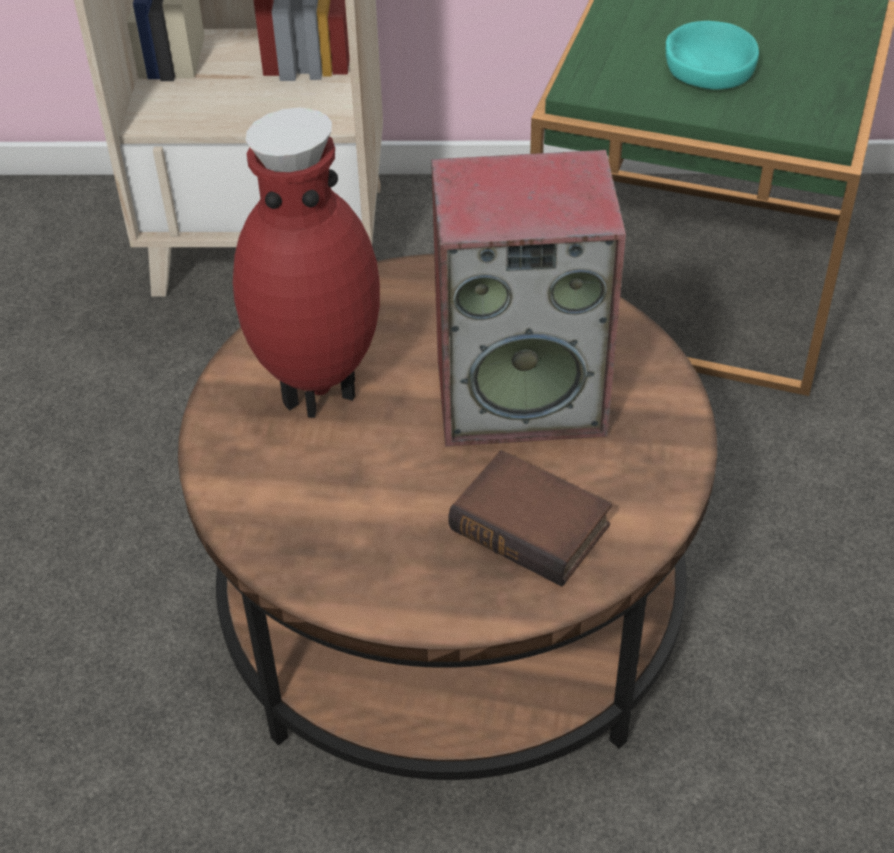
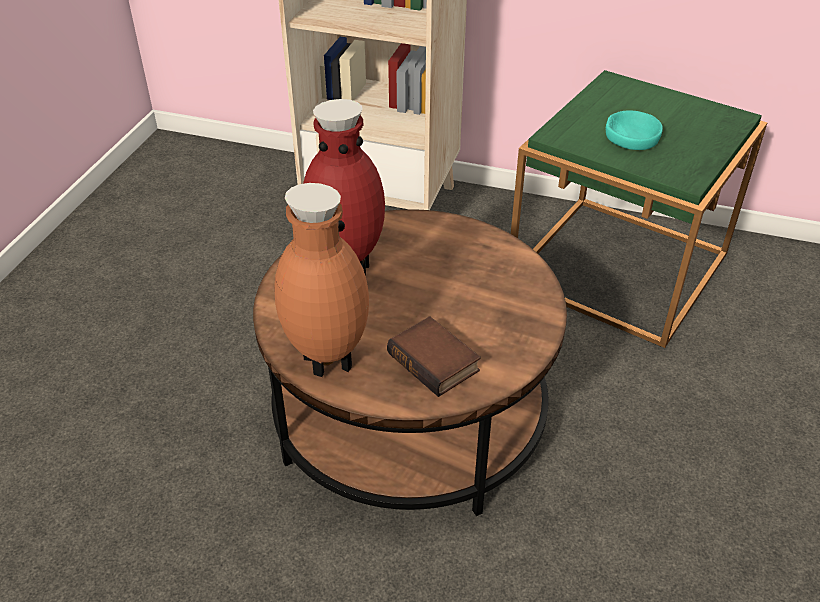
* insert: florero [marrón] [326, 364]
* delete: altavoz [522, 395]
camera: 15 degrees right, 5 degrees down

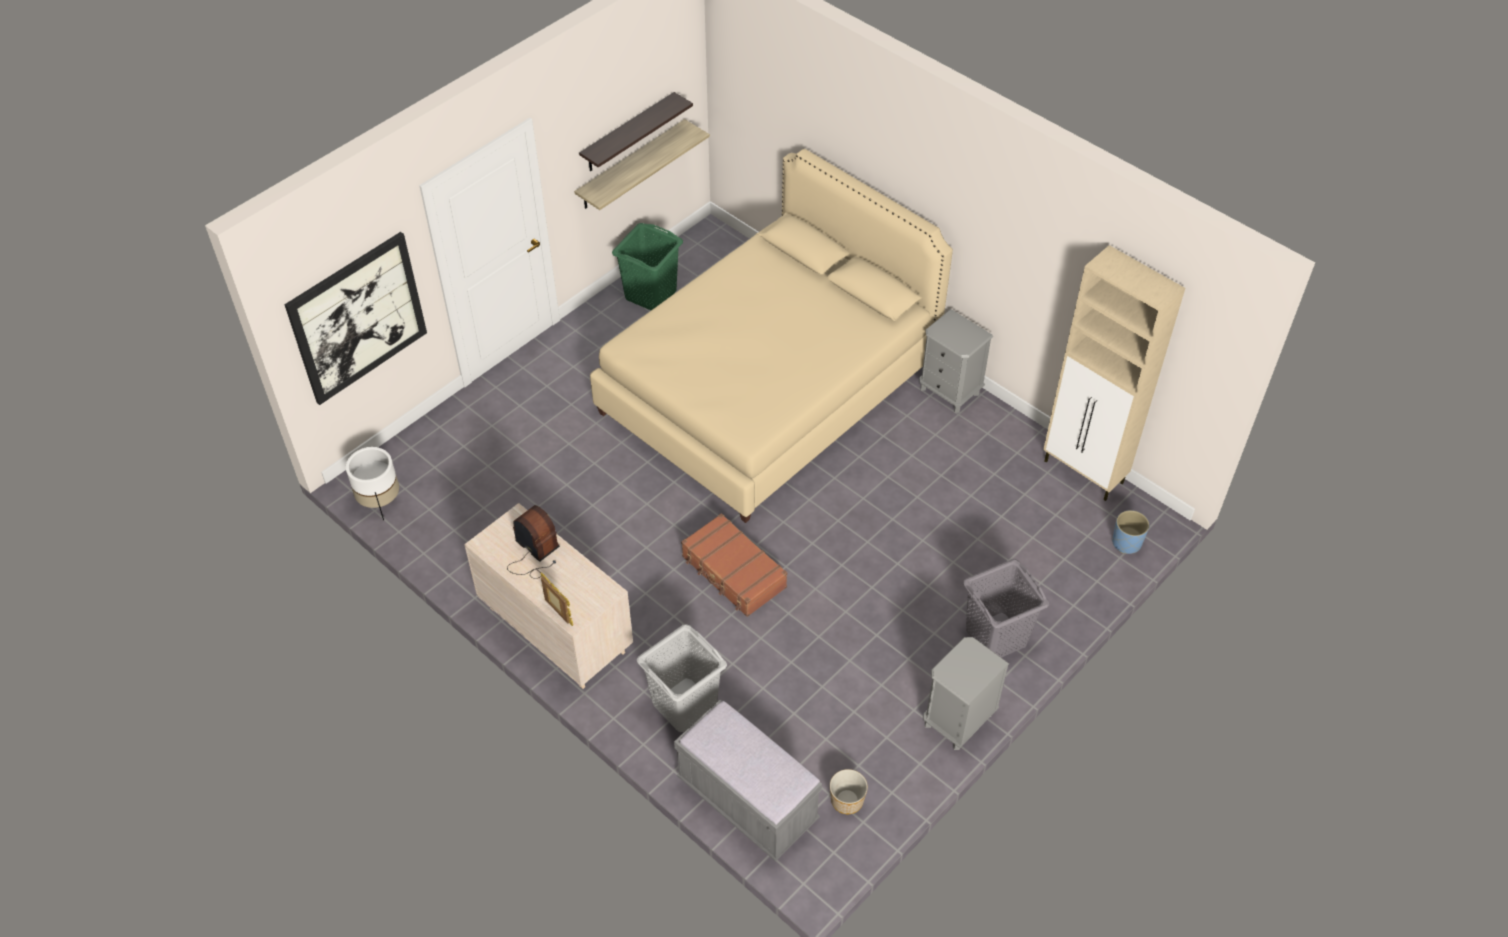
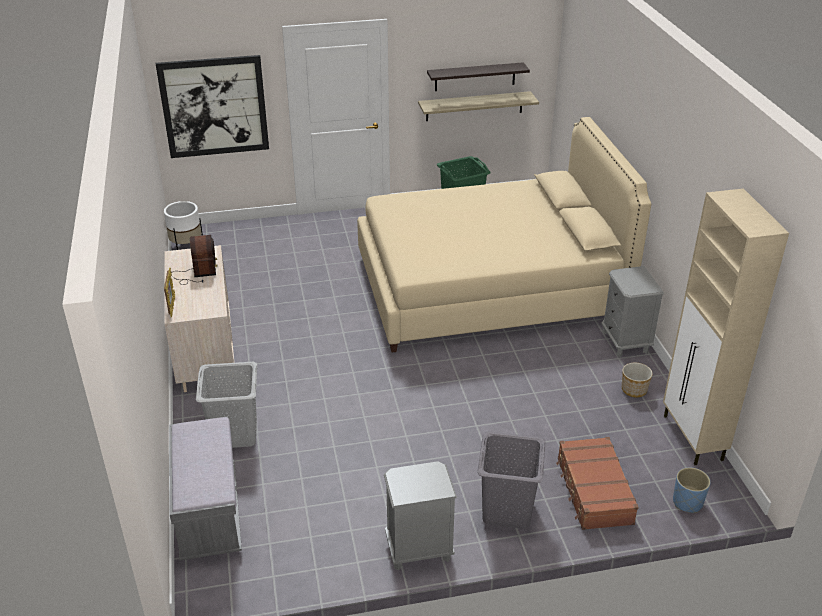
* move: maleta [marrón] [733, 572] to [593, 491]
* move: maceta [846, 801] to [633, 390]
camera: 35 degrees right, 15 degrees down

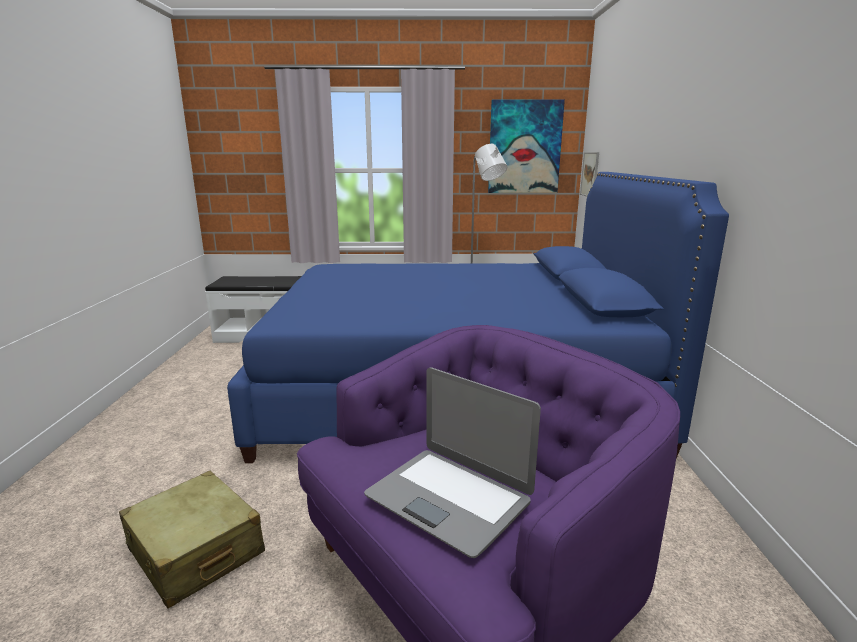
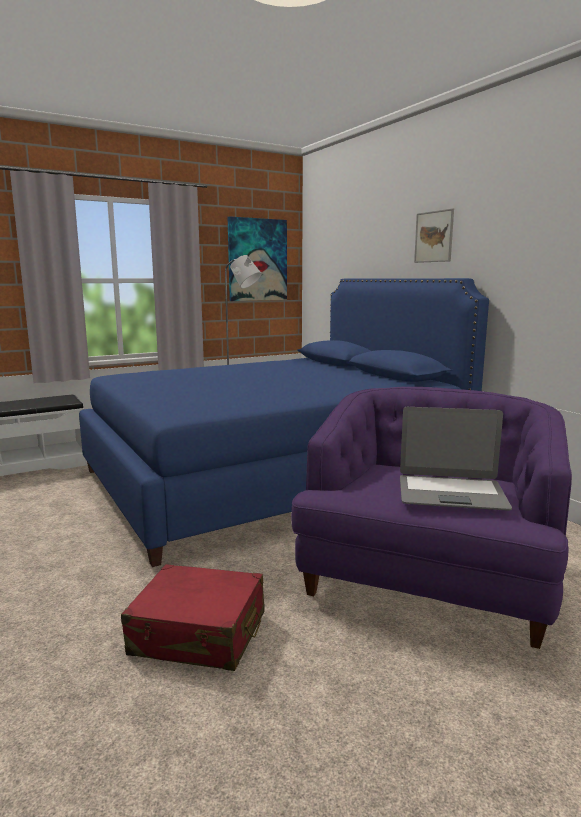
* recolor: maleta [beis] [195, 551] to maleta [rojo] [199, 634]
* move: cuadro [590, 174] to [434, 236]
camera: 30 degrees left, 5 degrees down

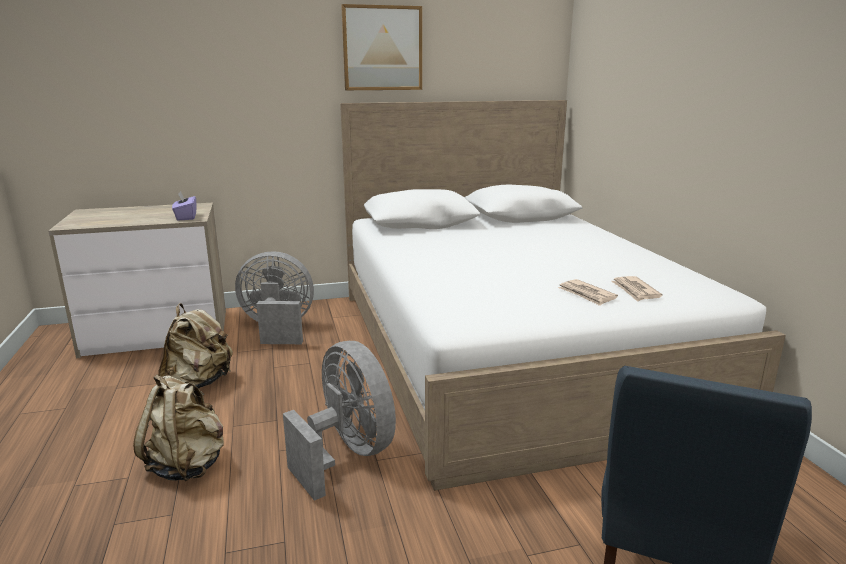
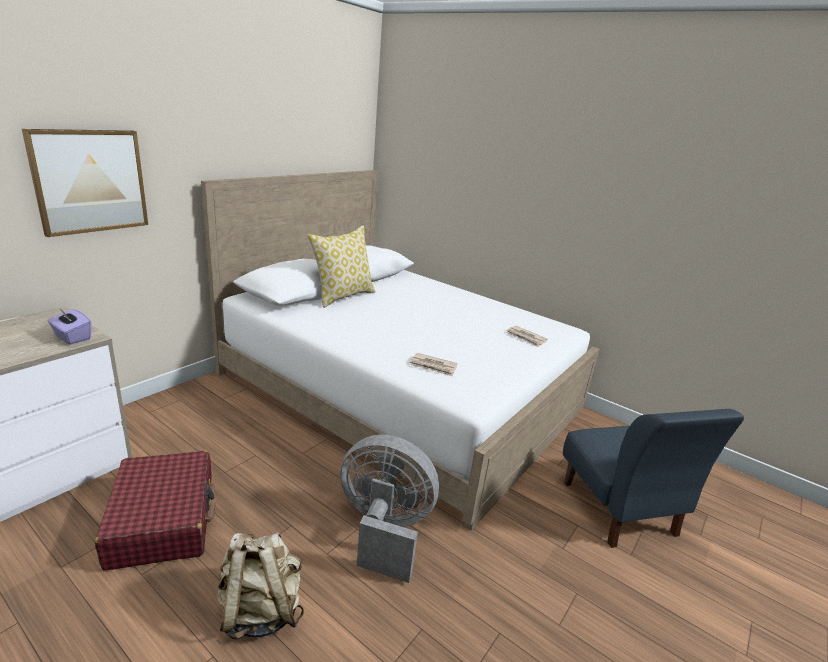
* move: cuadro [382, 48] to [90, 181]
* replace: mochila [beis] [199, 383] to maleta [rojo] [163, 519]
* insert: cojín [343, 296]
* move: periódico [586, 294] to [433, 366]
* delete: ventilador [gris] [278, 329]
camera: 40 degrees left, 5 degrees up

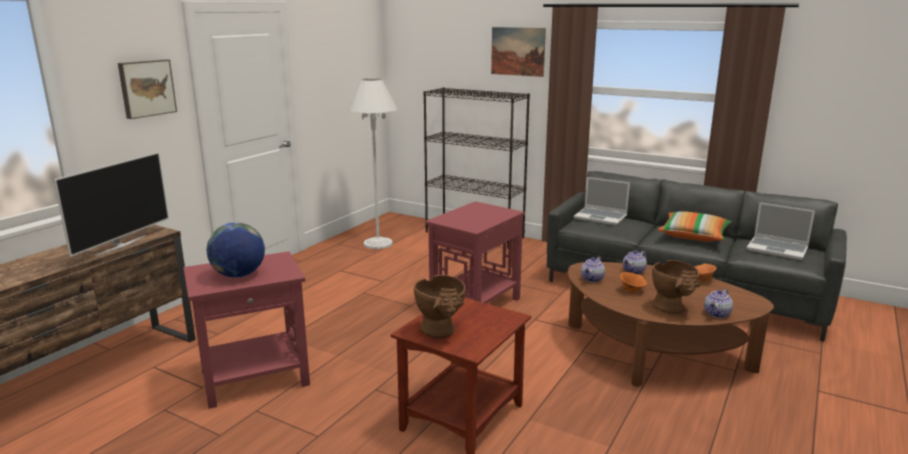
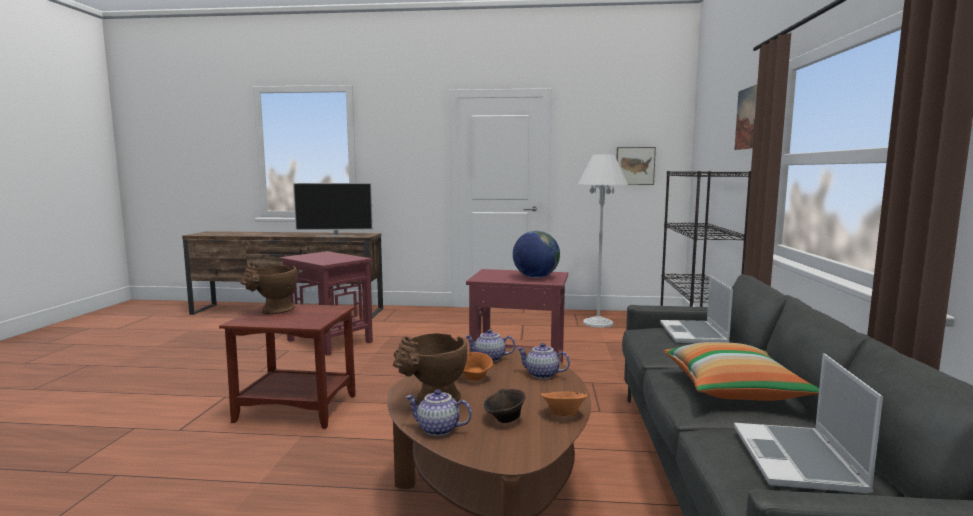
* insert: cuenco [marrón] [505, 419]
* move: globo terráqueo [238, 275] to [535, 277]
* move: cuadro [146, 88] to [635, 166]
camera: 65 degrees right, 10 degrees down

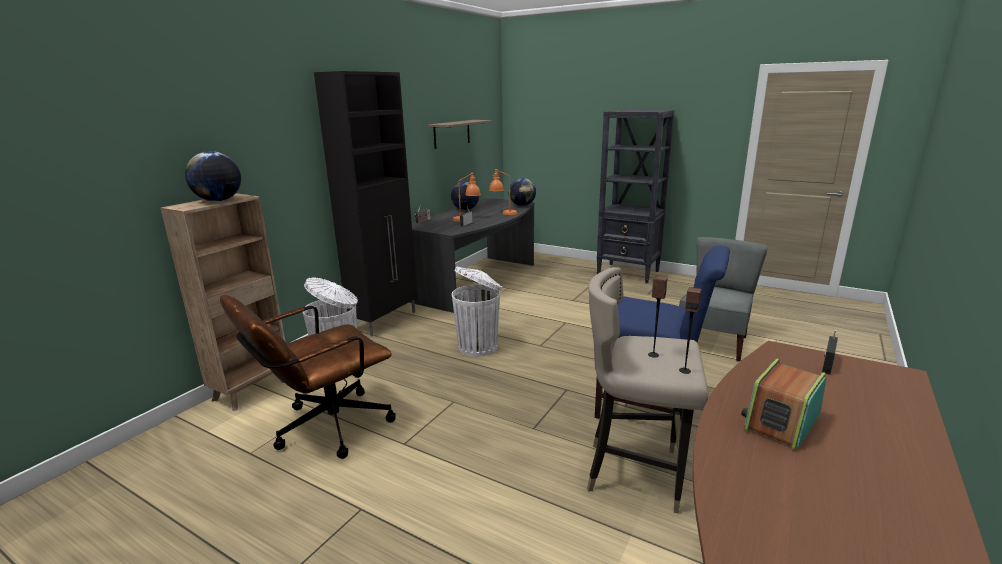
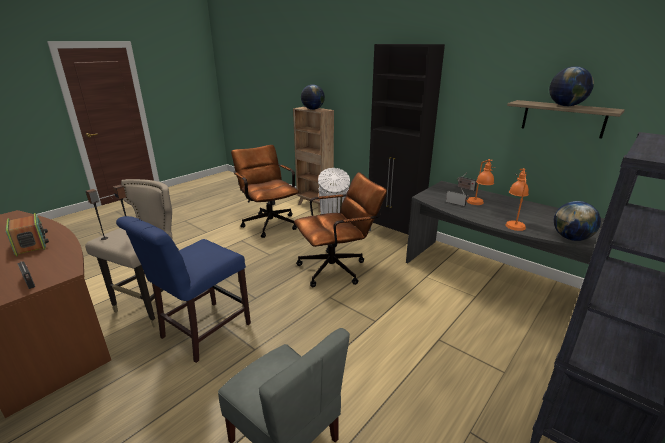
* replace: papelera [blanco] [479, 347] to silla de oficina [marrón] [338, 268]
* move: globo terráqueo [465, 209] to [565, 106]
camera: 100 degrees right, 5 degrees up

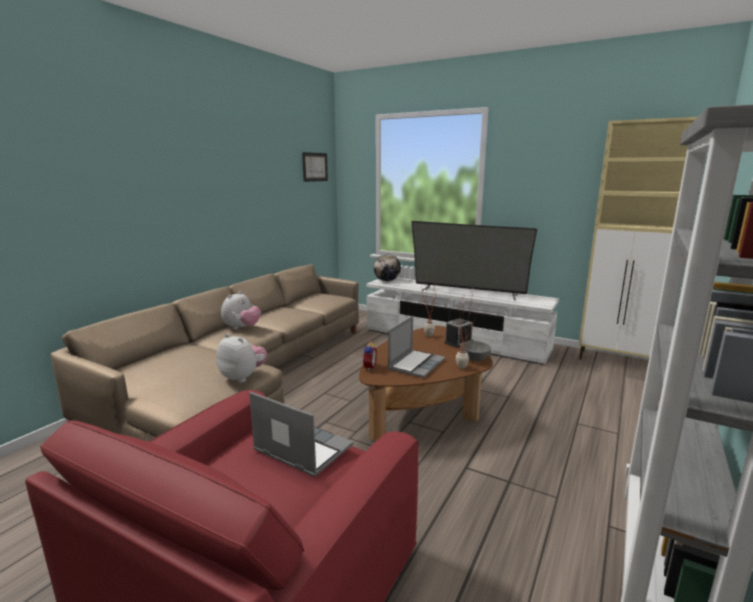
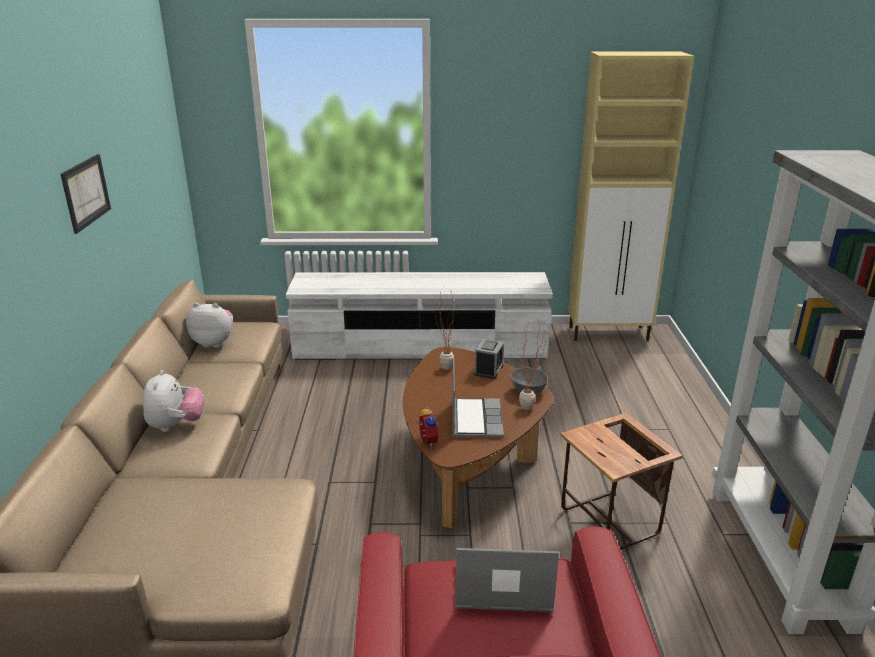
* move: cuadro [315, 167] to [85, 192]
* move: peluche [243, 377] to [214, 342]
* insert: mesa auxiliar [610, 523]
* delete: globo terráqueo [387, 281]
* delete: televisor [468, 292]
camera: 30 degrees left, 10 degrees up

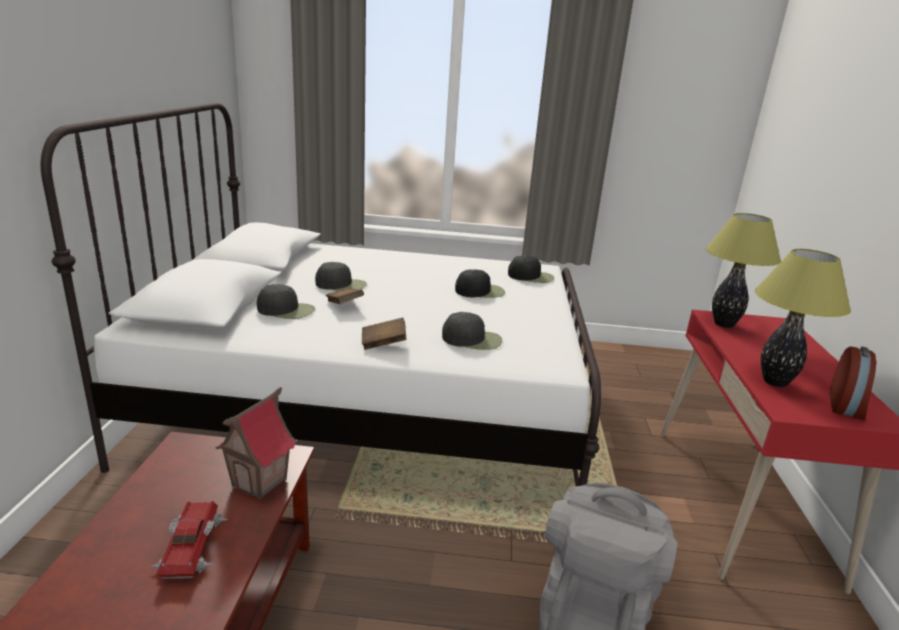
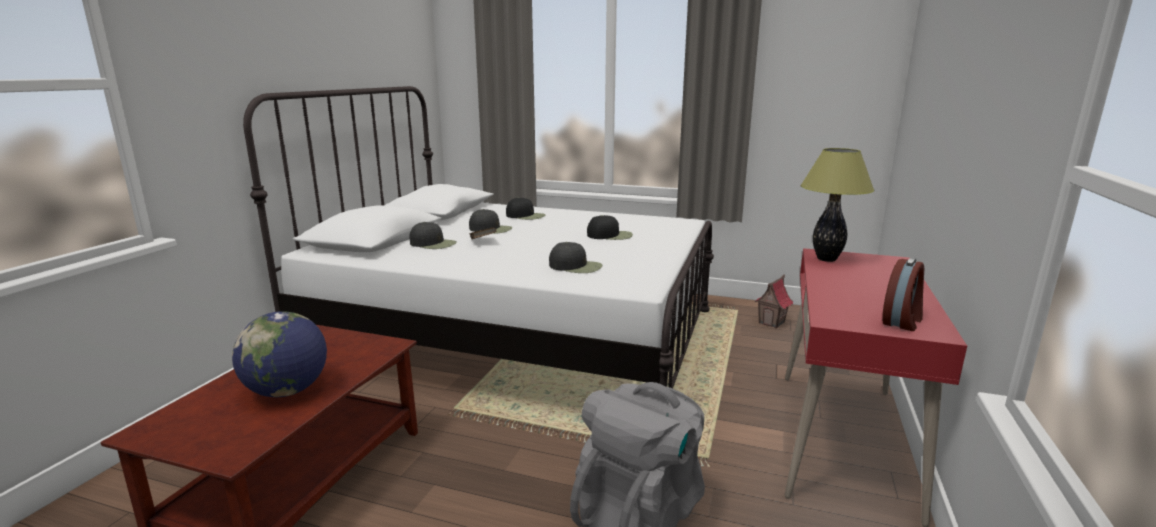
* replace: coche de juguete [190, 546] to globo terráqueo [287, 391]
* move: gorra [negro] [531, 276] to [526, 216]
* move: casita [260, 482] to [772, 322]
* delete: libro [marrón] [383, 344]
* delete: lámpara de mesa [775, 382]
camera: 15 degrees right, 5 degrees down

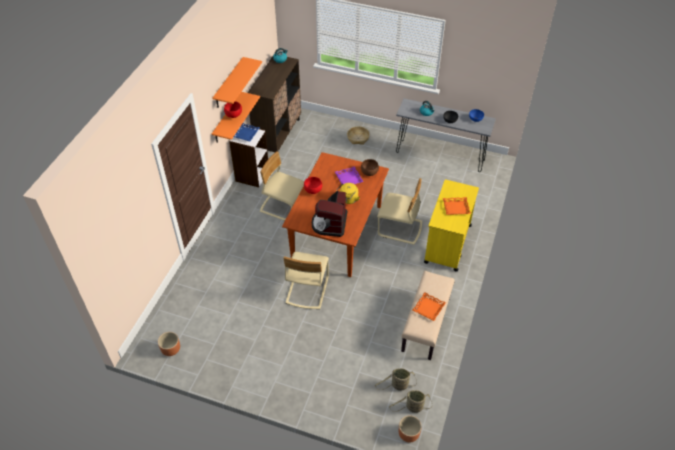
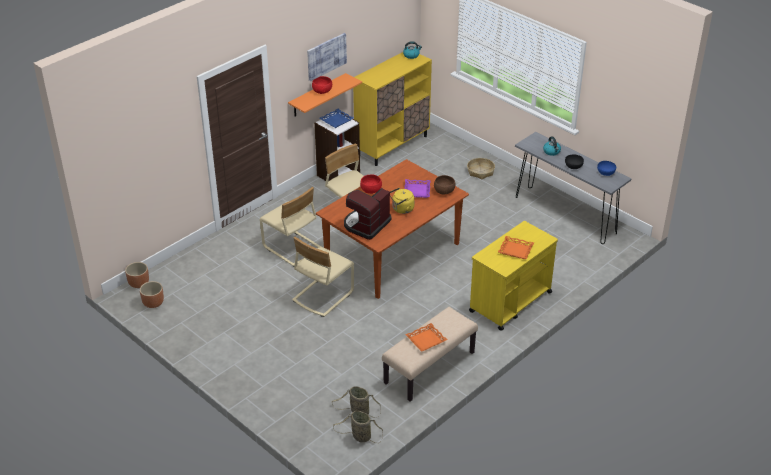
* move: maceta [marrón] [408, 434] to [138, 283]
* move: silla [beis] [400, 229] to [291, 248]
* replace: estante [naranja] [229, 83] to cuadro [326, 56]
* recolor: armario [marrón] [278, 135] to armario [amarillo] [392, 145]
camera: 25 degrees right, 10 degrees down

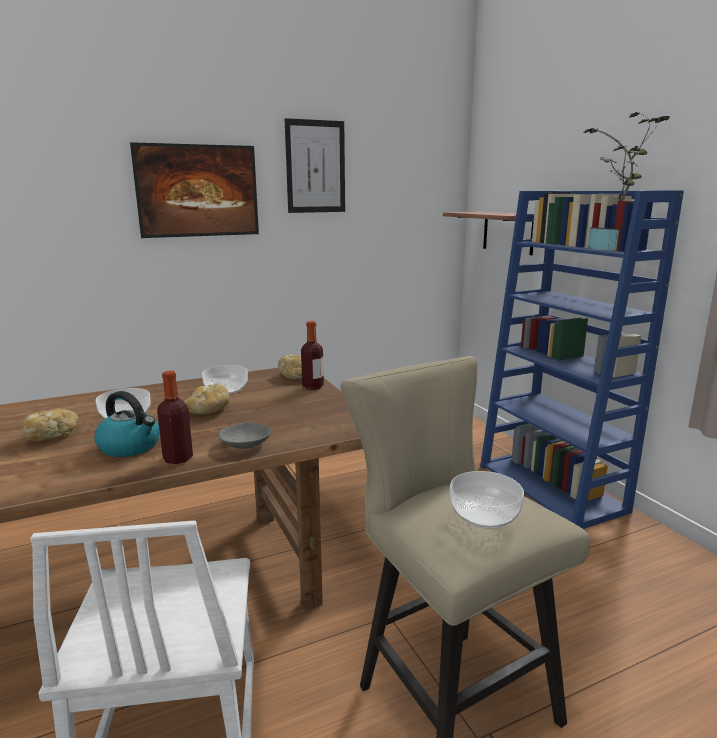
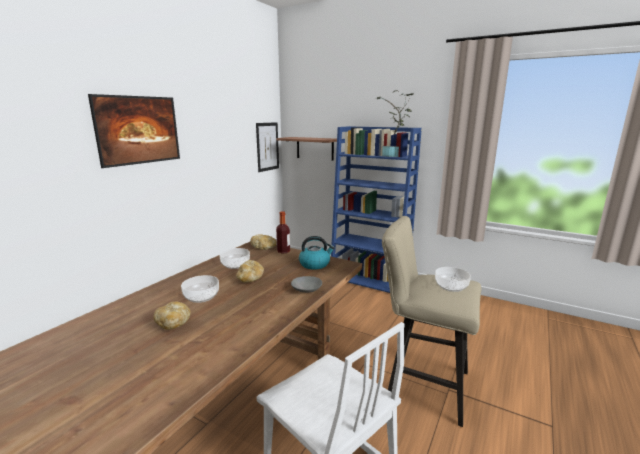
* move: cuadro [315, 167] to [267, 146]
* move: hervidor [131, 447] to [315, 264]
* delete: botella [178, 458]
camera: 35 degrees left, 0 degrees up

